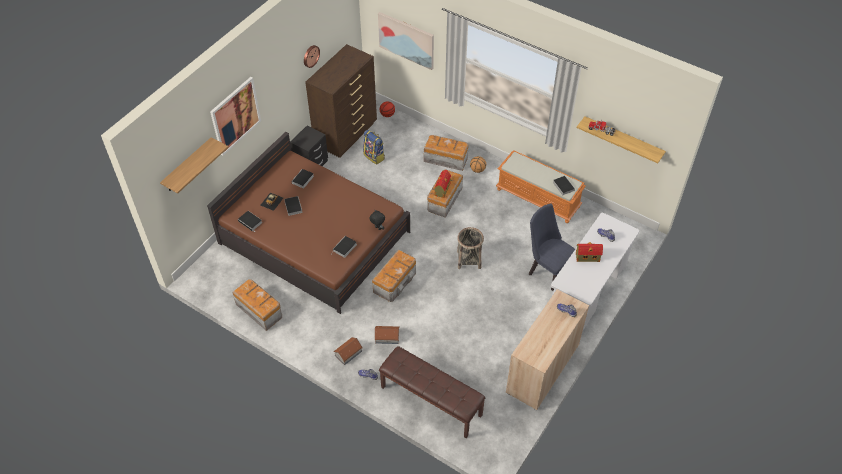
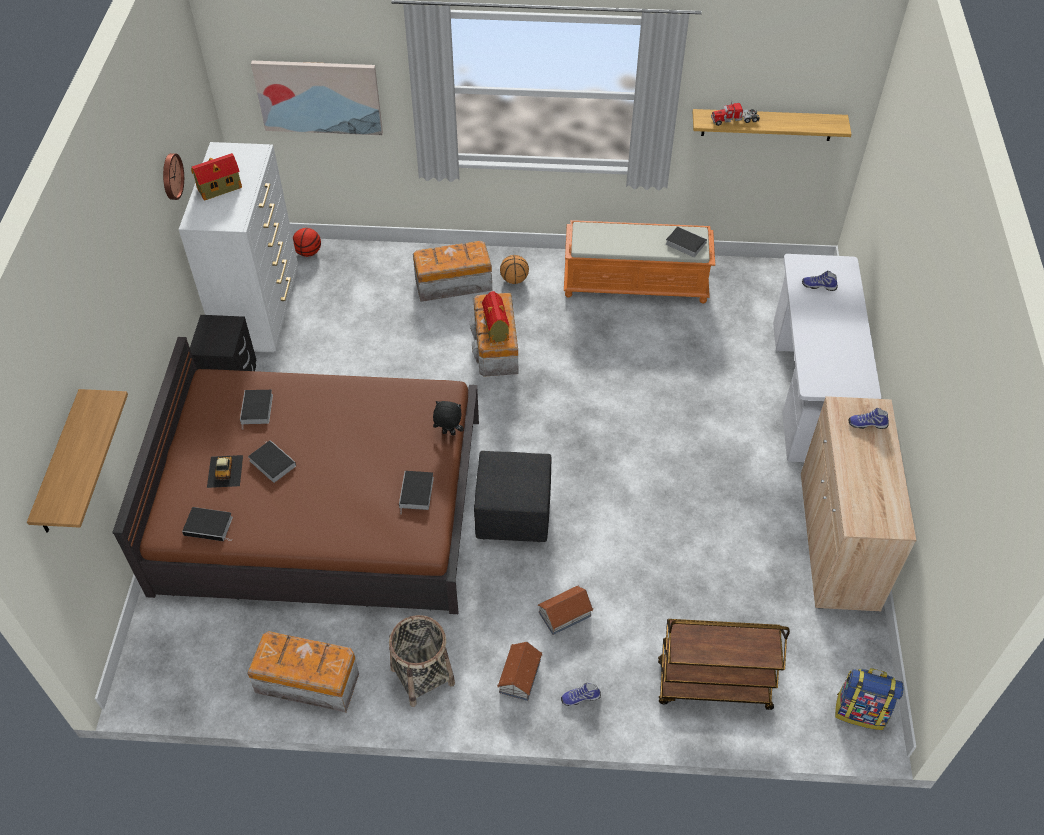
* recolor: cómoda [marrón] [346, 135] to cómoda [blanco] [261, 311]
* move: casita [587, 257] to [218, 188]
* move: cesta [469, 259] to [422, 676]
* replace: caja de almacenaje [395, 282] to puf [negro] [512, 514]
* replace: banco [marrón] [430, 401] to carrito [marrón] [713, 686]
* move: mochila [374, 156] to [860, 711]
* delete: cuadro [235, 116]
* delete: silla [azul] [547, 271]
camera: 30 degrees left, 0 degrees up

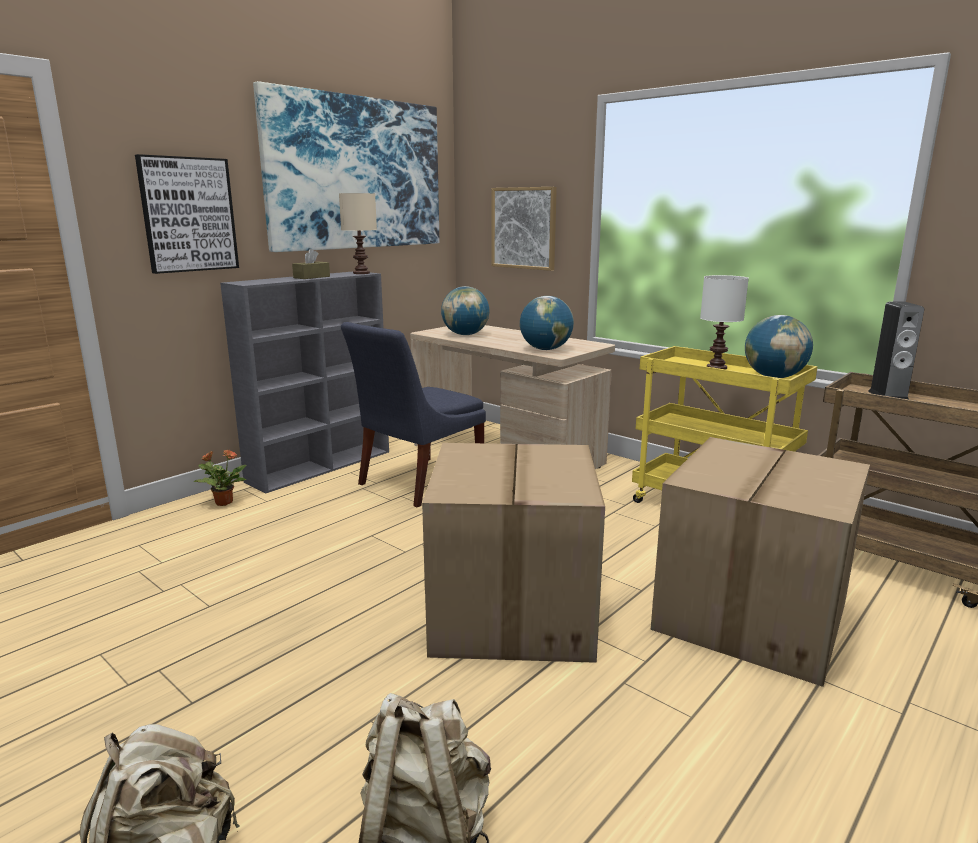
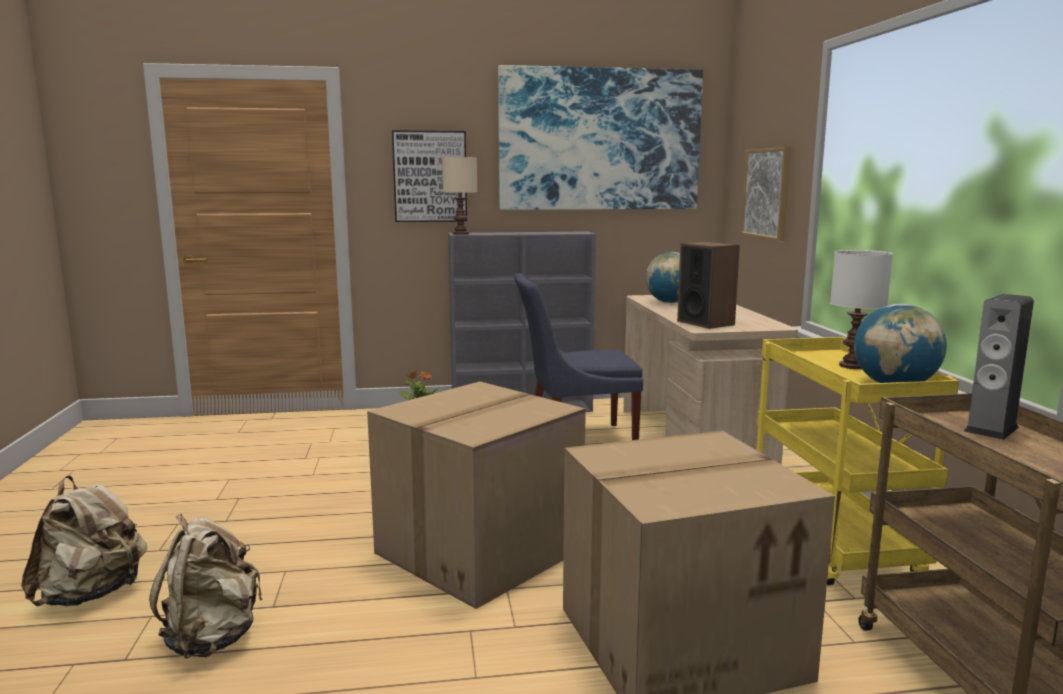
* move: lámpara de mesa [beis] [361, 273] to [460, 234]
* replace: globo terráqueo [545, 349] to altavoz [705, 323]
* delete: caja de pañuelos [marrón] [311, 277]
camera: 40 degrees right, 5 degrees down

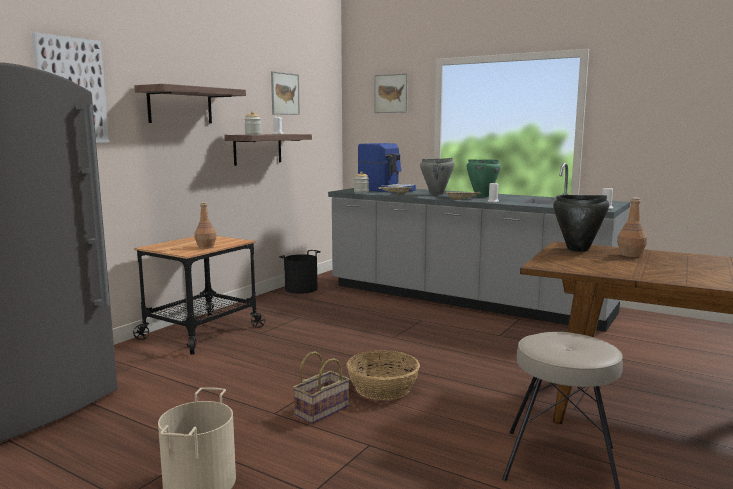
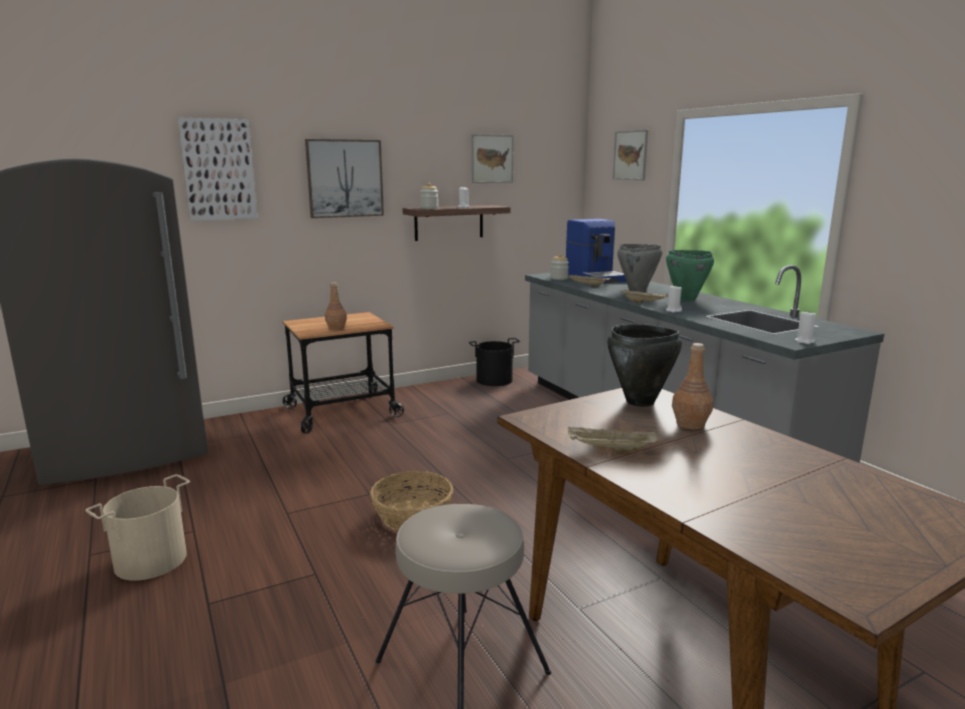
* replace: estante [180, 105] to cuadro [345, 178]
* insert: bandeja [beis] [610, 450]
* delete: cesta [322, 409]
camera: 30 degrees right, 5 degrees up

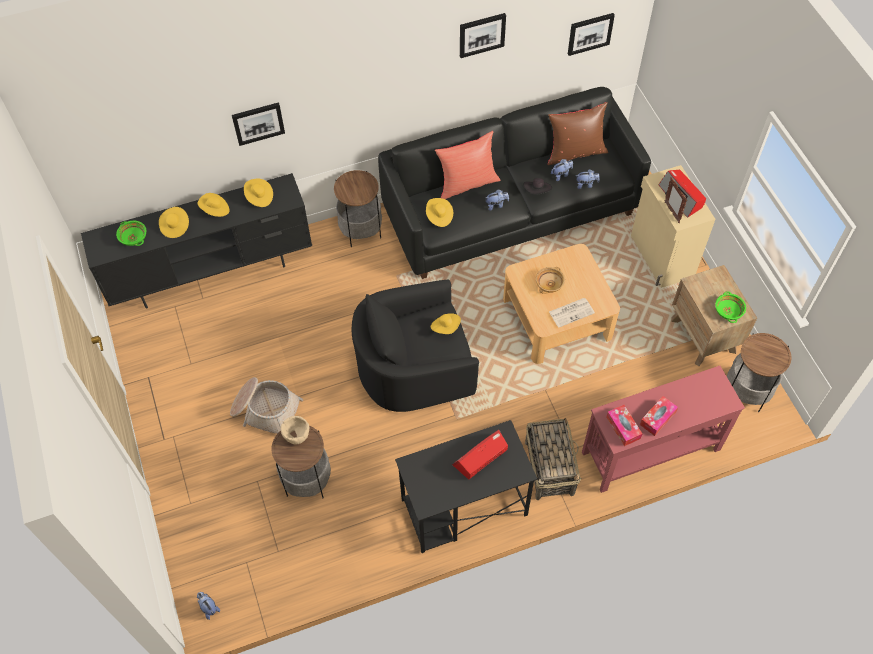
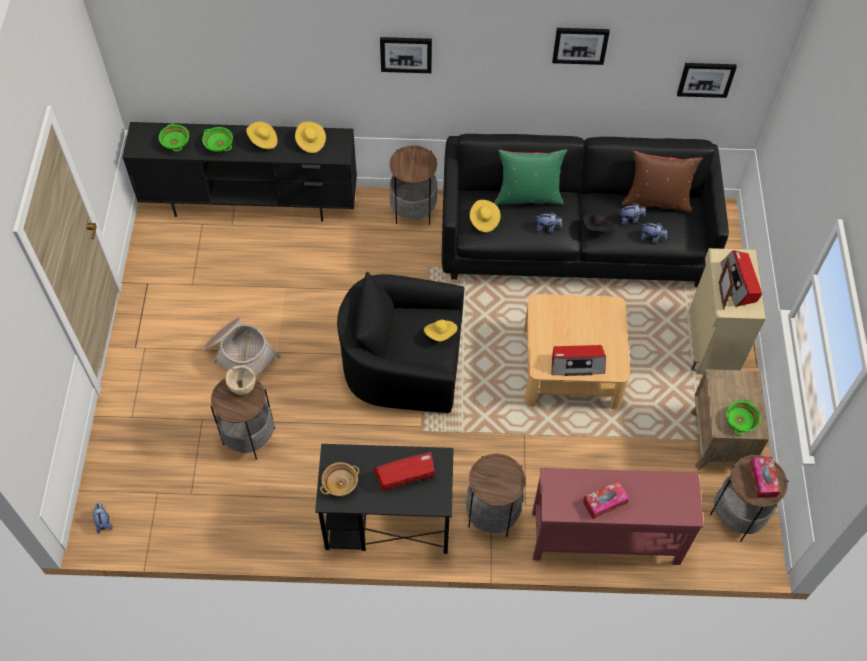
* replace: sombrero [amarillo] [175, 227] to cuenco [verde] [218, 144]
* move: cuenco [beis] [549, 284] to [340, 483]
* move: cuadro [258, 123] to [406, 54]
* replace: cesta [549, 467] to mesa auxiliar [492, 514]
* recolor: cojín [rojo] [467, 183] to cojín [verde] [528, 196]
* replace: periódico [571, 312] to radio [576, 364]
* move: caja de pañuelos [623, 428] to [763, 479]
camera: 20 degrees right, 0 degrees up

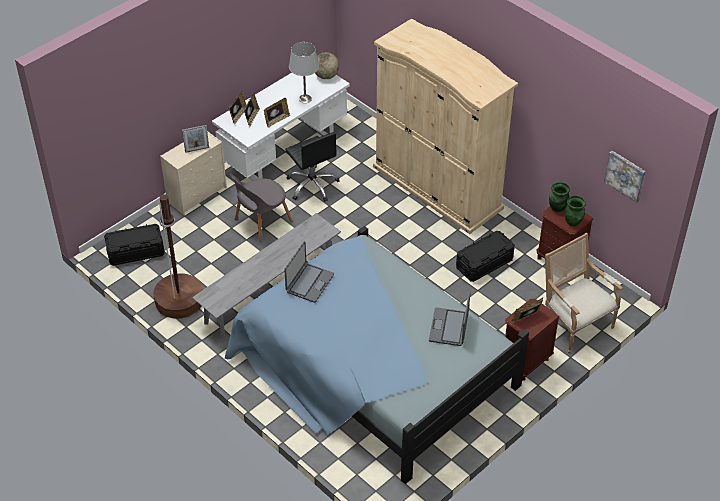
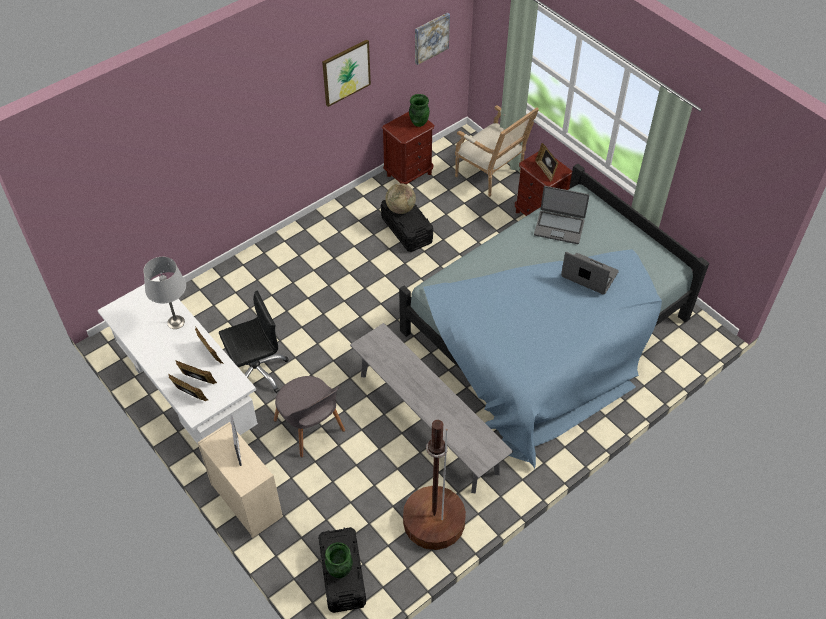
* insert: cuadro [346, 72]
* move: florero [verde] [557, 208] to [340, 570]
* move: globo terráqueo [326, 76] to [400, 209]
* rotate: sillón [574, 324] = [492, 175] 105 degrees counterclockwise
* move: portátil [309, 283] to [589, 275]
* delete: armario ropero [beis] [437, 187]
camera: 85 degrees left, 5 degrees up

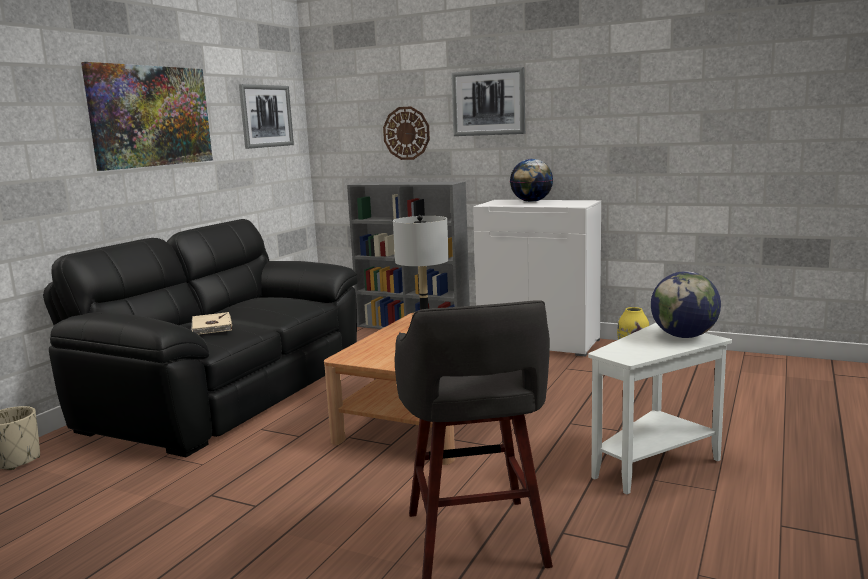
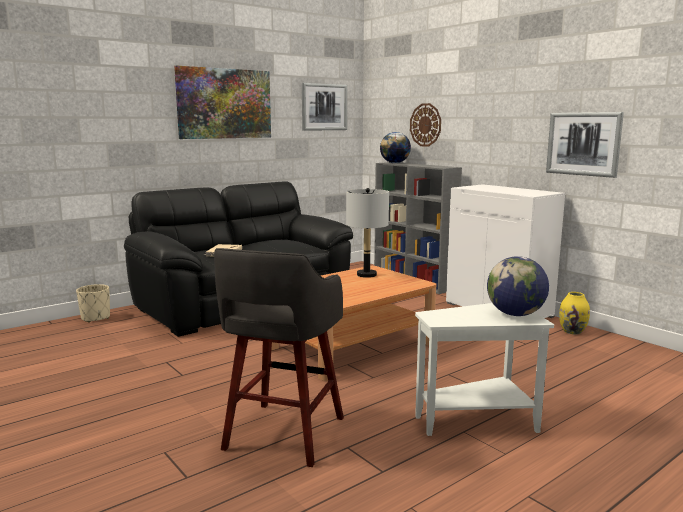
* move: globo terráqueo [531, 201] to [394, 163]
* move: cuadro [488, 102] to [583, 144]
camera: 25 degrees right, 0 degrees up

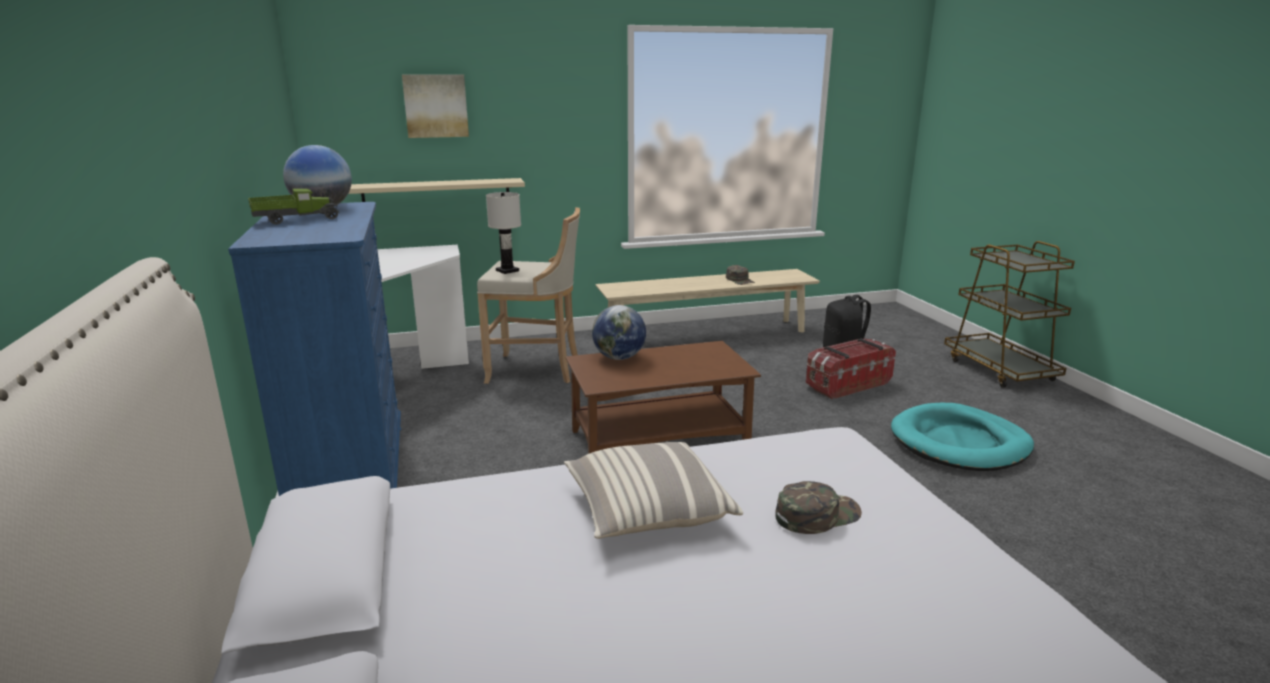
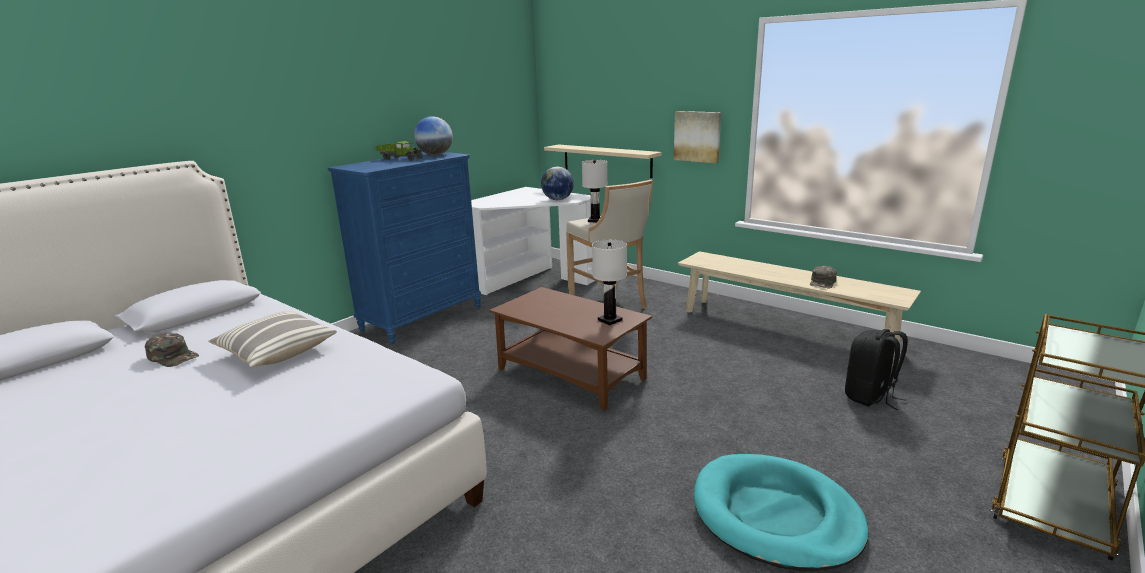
* move: gorra [verde] [816, 515] to [173, 356]
* move: globo terráqueo [619, 358] to [557, 199]
* insert: lámpara de mesa [blanco] [610, 320]
* move: cuadro [436, 106] to [697, 136]
* delete: caja de almacenaje [846, 384]
camera: 55 degrees right, 0 degrees up

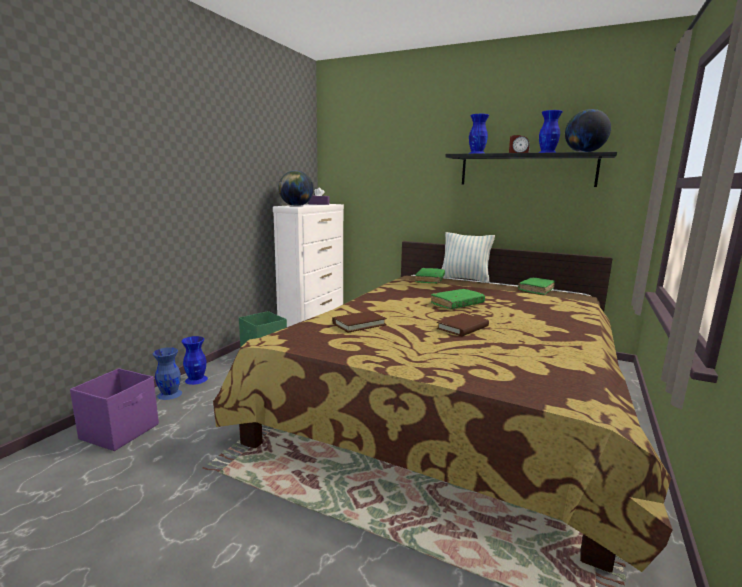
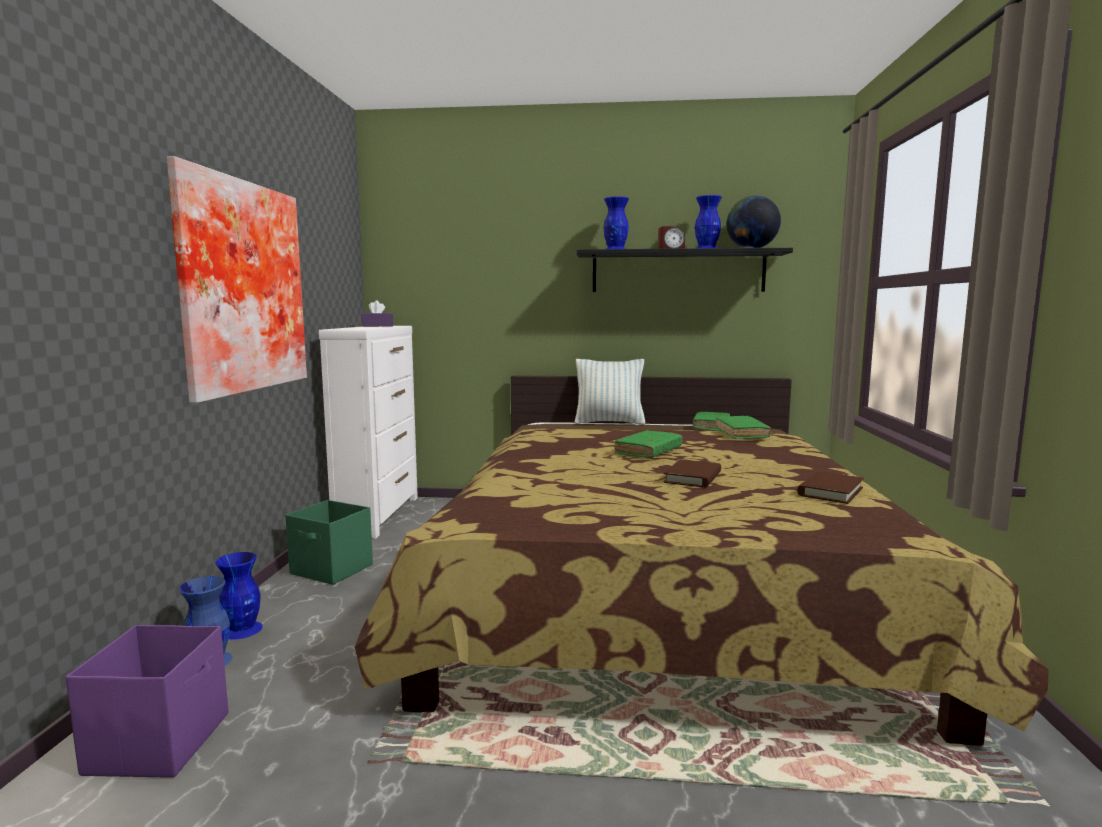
* insert: cuadro [238, 287]
* move: libro [verde] [430, 280] to [742, 434]
* move: libro [marrón] [359, 324] to [830, 491]
* delete: globo terráqueo [296, 206]
camera: 20 degrees left, 5 degrees down

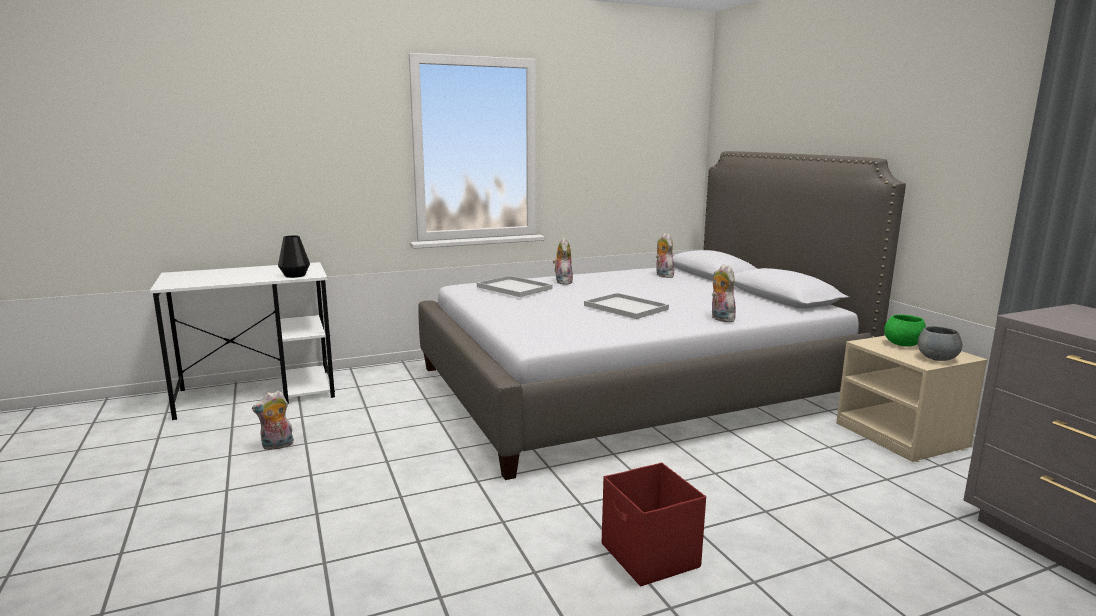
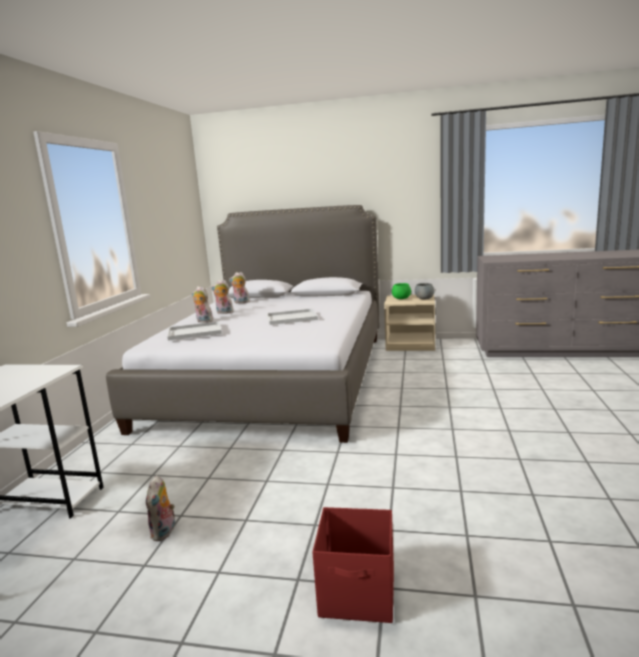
* move: peluche [720, 318] to [224, 313]
* move: caja de almacenaje [rojo] [650, 557] to [359, 594]
* delete: florero [negro] [295, 275]
camera: 55 degrees left, 0 degrees up

